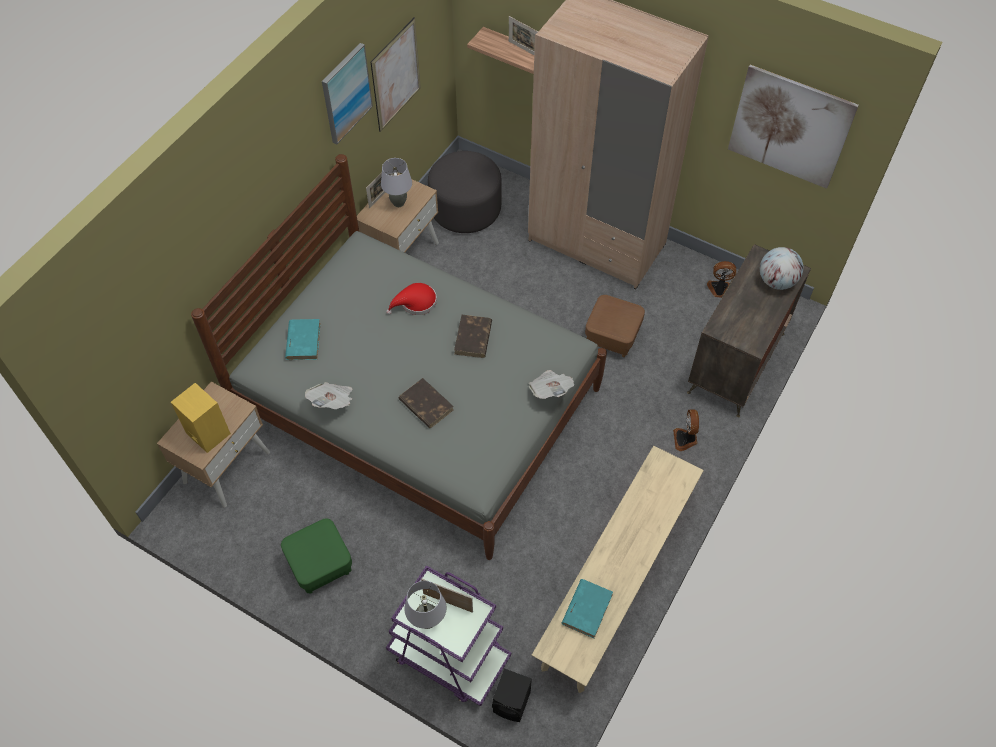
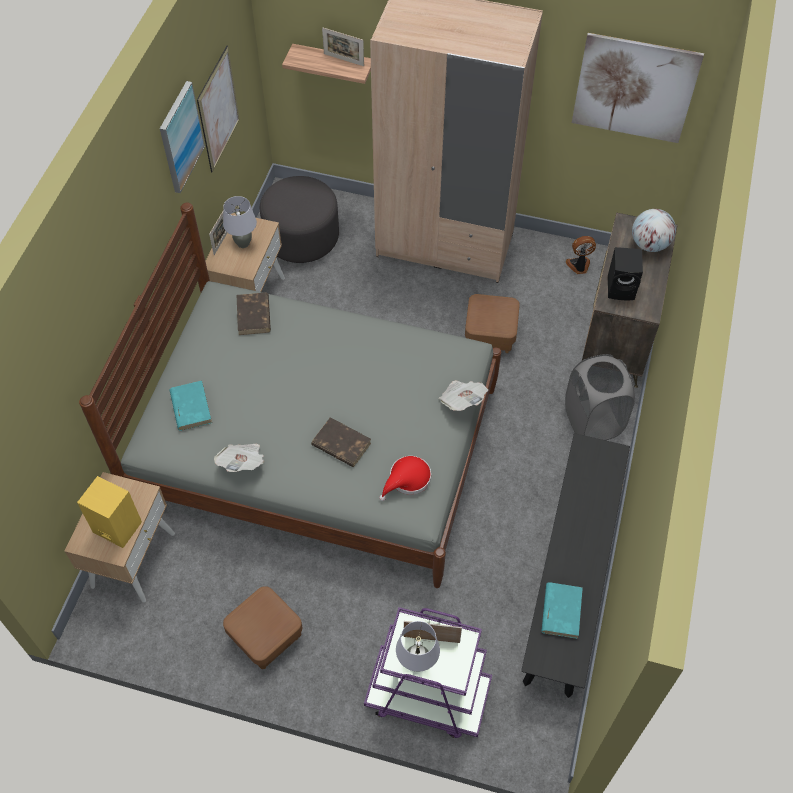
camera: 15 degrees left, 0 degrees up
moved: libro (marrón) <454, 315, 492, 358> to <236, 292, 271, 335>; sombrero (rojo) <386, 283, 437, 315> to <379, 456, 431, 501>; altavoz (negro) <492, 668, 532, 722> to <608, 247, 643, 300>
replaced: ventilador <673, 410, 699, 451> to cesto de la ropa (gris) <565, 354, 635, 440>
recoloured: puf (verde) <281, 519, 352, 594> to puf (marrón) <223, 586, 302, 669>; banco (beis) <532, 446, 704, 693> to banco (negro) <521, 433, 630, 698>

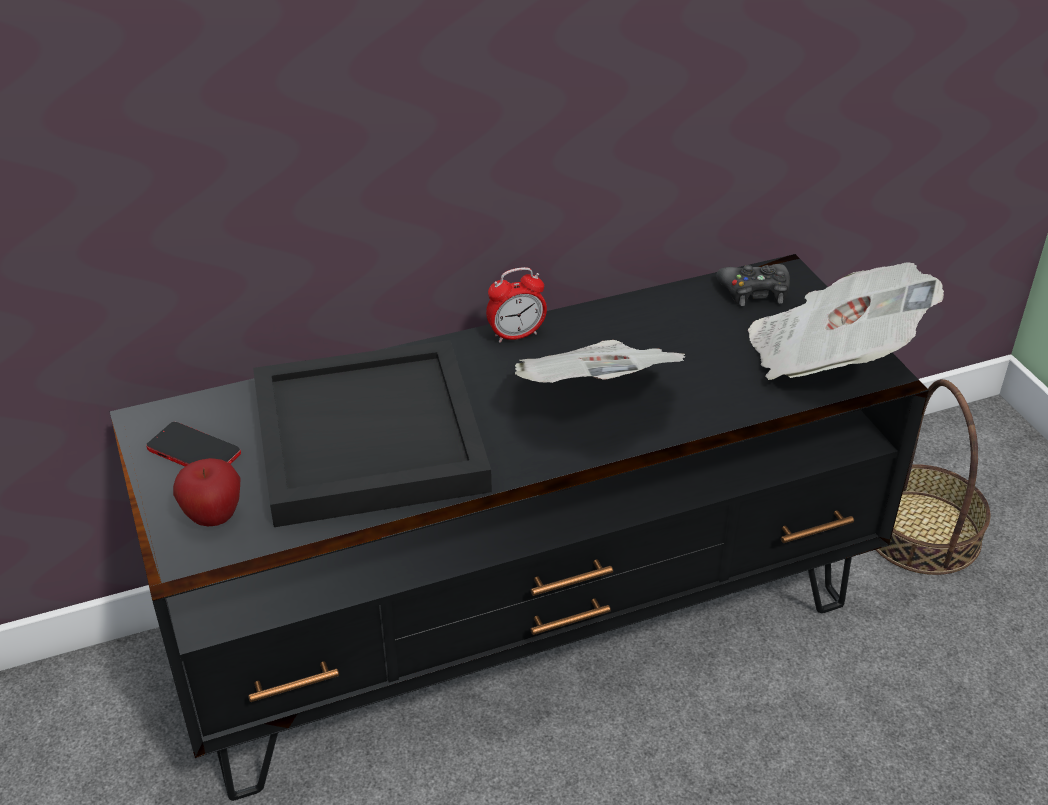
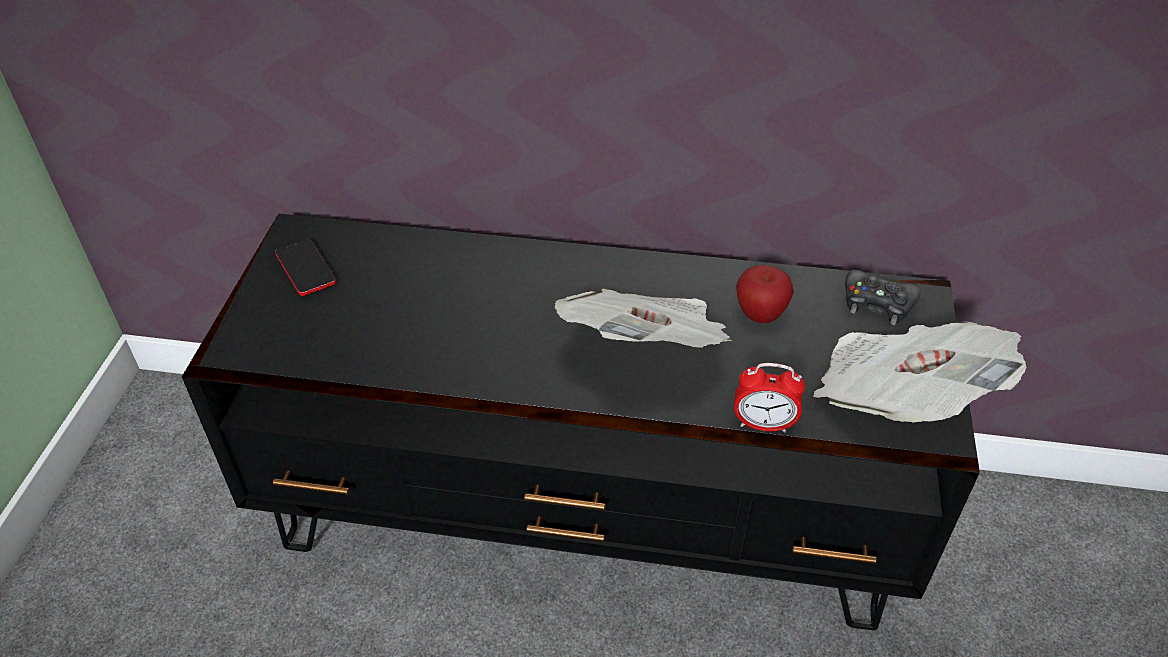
camera: 30 degrees right, 5 degrees up
removed: bandeja (negro) <253, 340, 492, 527>; cesta <876, 379, 991, 575>
moved: despertador <486, 267, 547, 343> to <734, 363, 805, 433>; manzana <173, 458, 241, 526> to <736, 265, 794, 323>

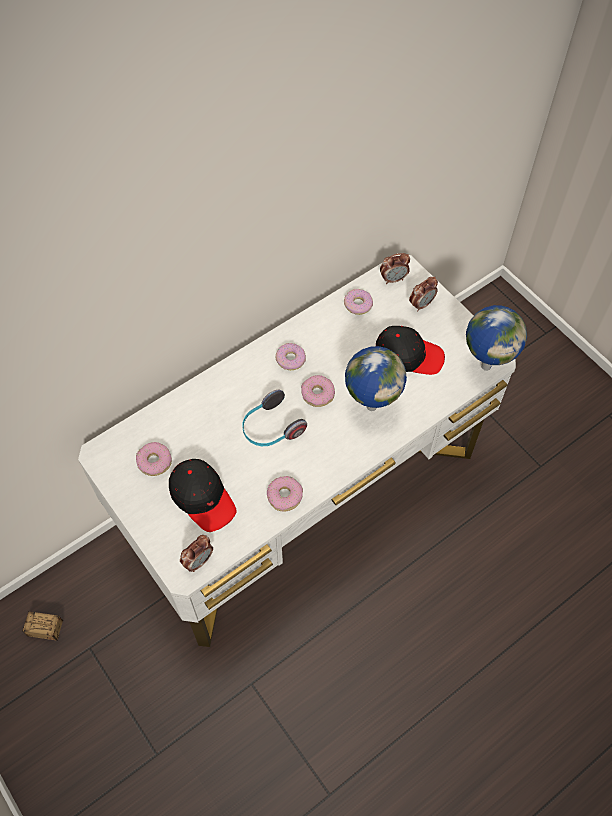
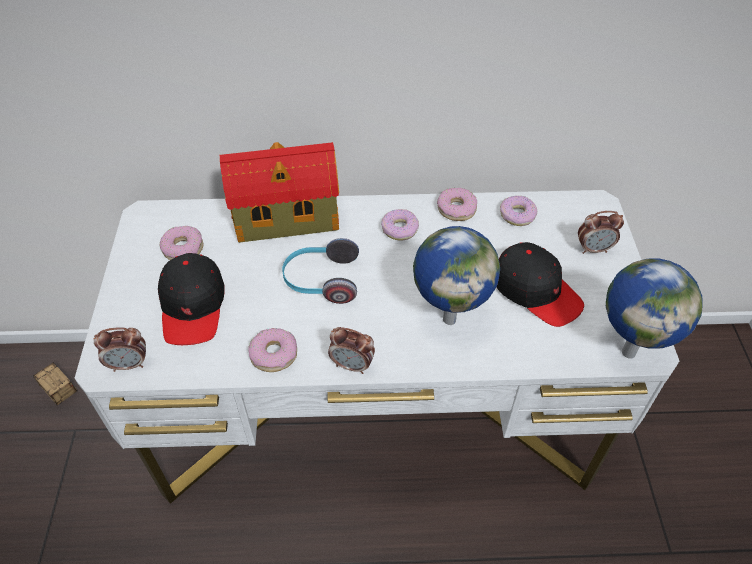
camera: 35 degrees right, 10 degrees down
added: casita <220, 142, 339, 243>
moved: despertador <380, 253, 410, 284> to <328, 327, 375, 374>; rosquilla <301, 375, 335, 407> to <437, 188, 477, 221>

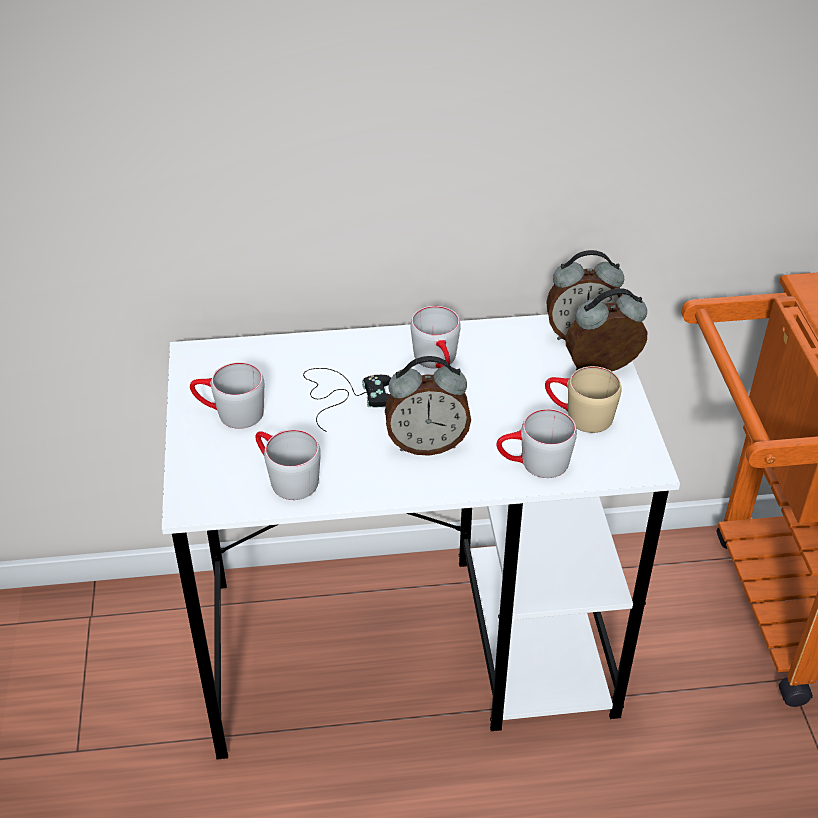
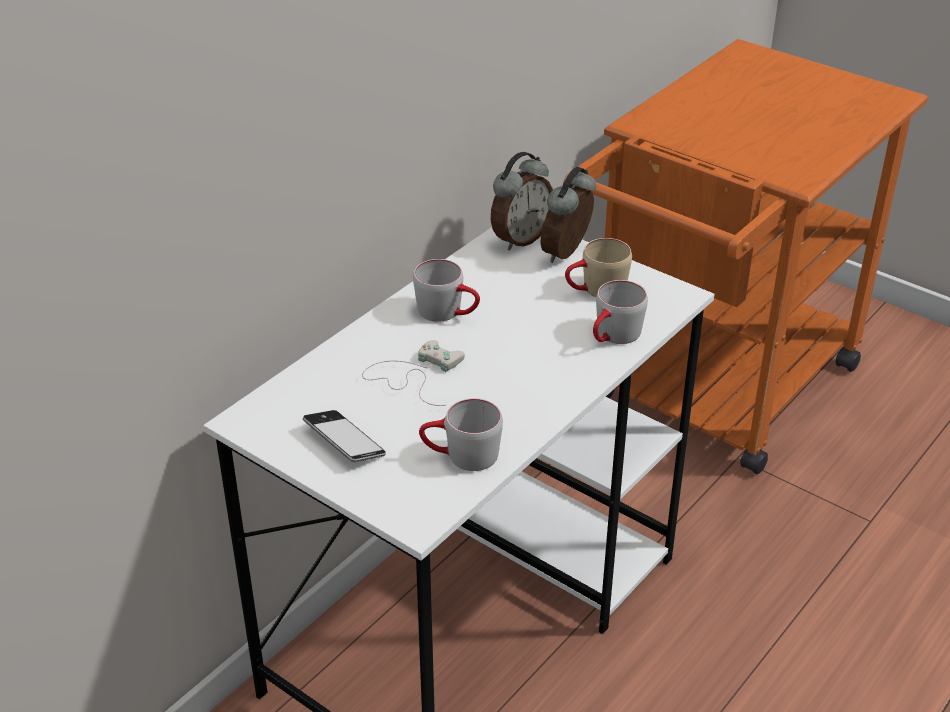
camera: 45 degrees left, 5 degrees down
removed: despertador <385, 356, 471, 456>
replaced: taza grande (gris) <190, 362, 264, 429> to móvil <303, 410, 386, 462>
recoloured: mando de consola (negro) <303, 368, 391, 432> to mando de consola (blanco) <362, 340, 465, 406>

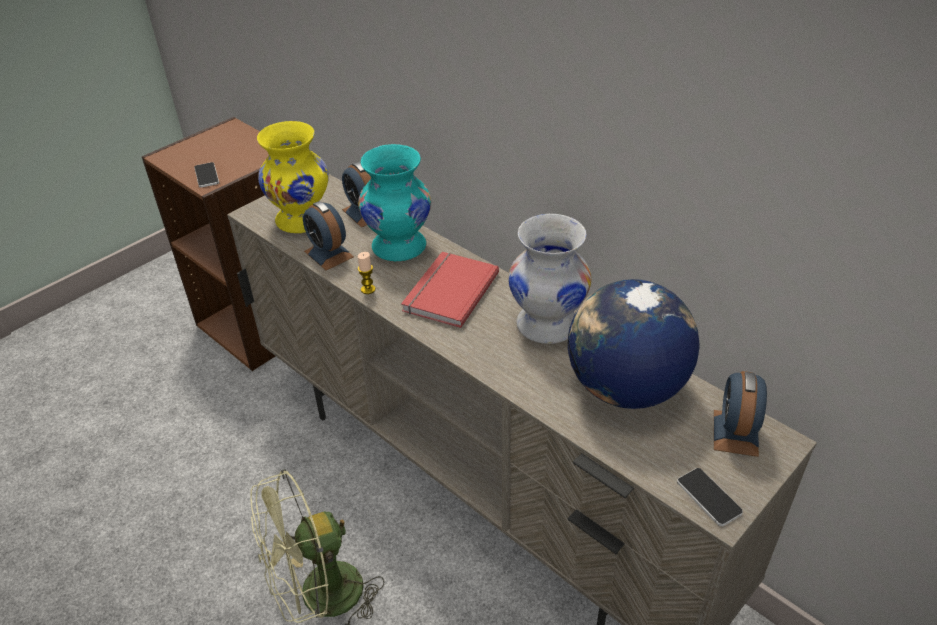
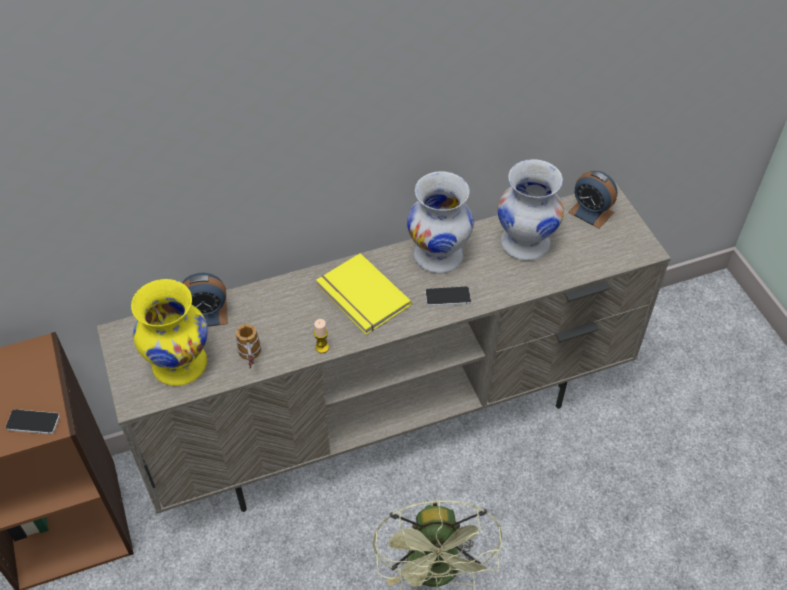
camera: 65 degrees left, 10 degrees up
removed: florero (turquesa) <358, 144, 431, 261>
moved: móvil <677, 468, 743, 526> to <425, 286, 471, 306>
replaced: despertador <303, 201, 354, 270> to taza grande <235, 324, 261, 368>; globo terráqueo <568, 279, 700, 409> to florero (blanco) <497, 159, 564, 261>
recoloured: libro (rojo) <401, 252, 499, 328> to libro (amarillo) <316, 253, 411, 335>

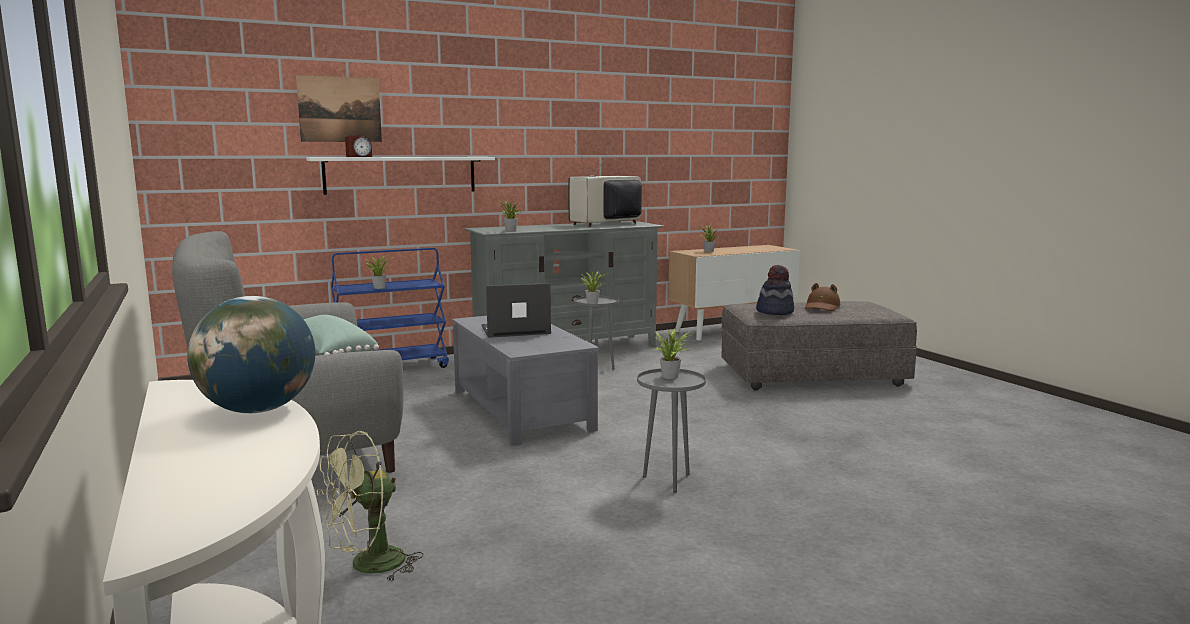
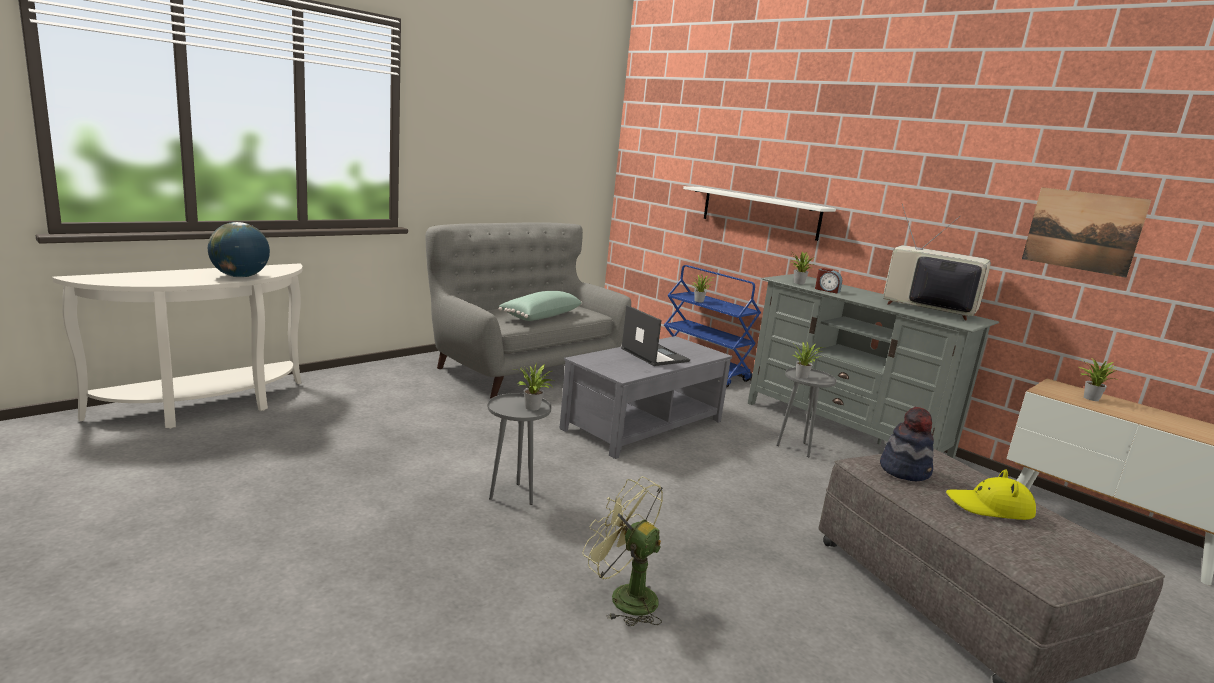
camera: 70 degrees right, 5 degrees up
moved: ventilador (verde) <317, 431, 424, 582> to <583, 476, 663, 626>; despertador <345, 135, 372, 157> to <815, 268, 842, 294>; cuadro <296, 75, 382, 142> to <1022, 187, 1151, 278>
recoloured: sombrero (marrón) <805, 283, 840, 311> to sombrero (amarillo) <946, 469, 1036, 520>

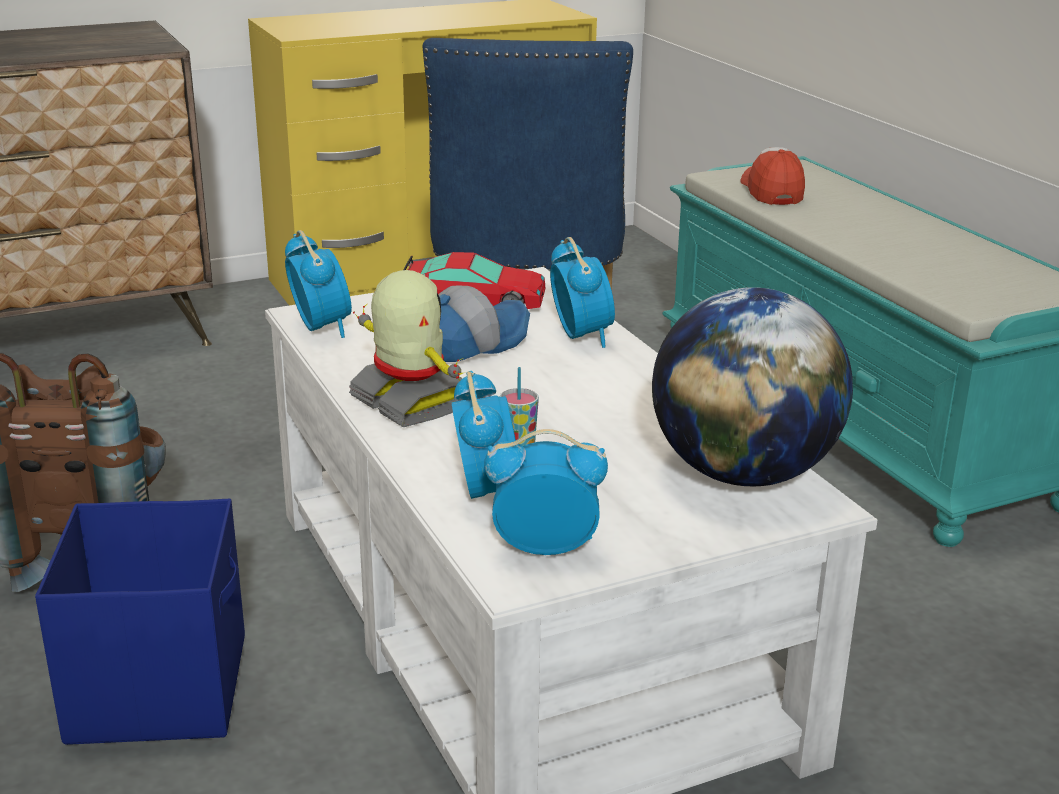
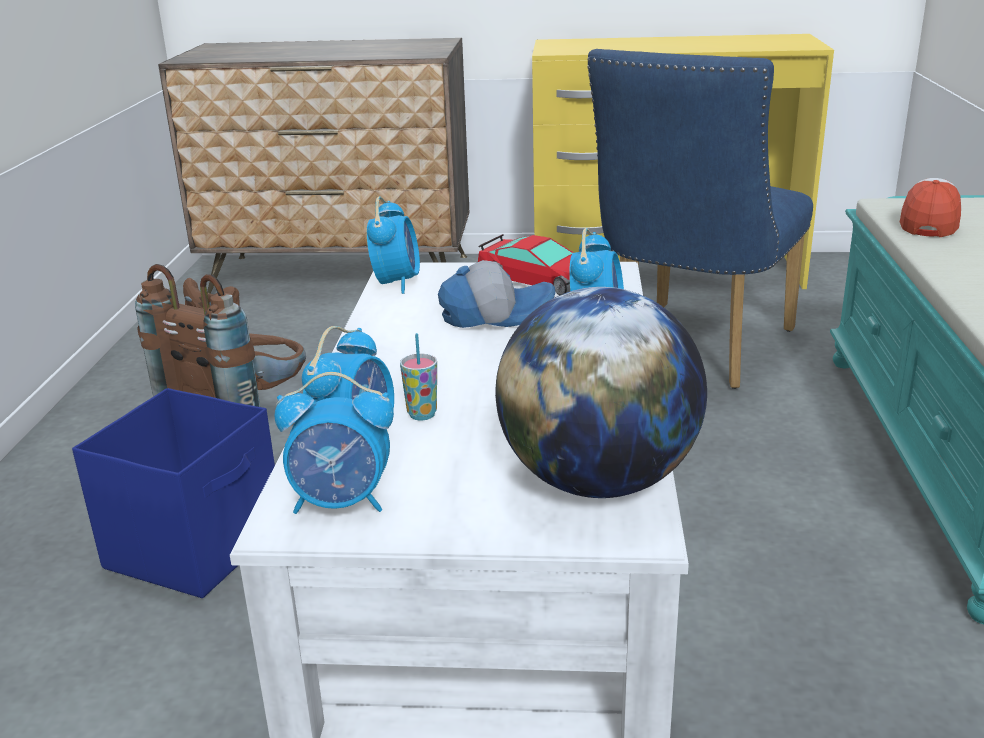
camera: 30 degrees right, 0 degrees up
removed: robot de juguete <349, 270, 463, 427>
turned: despertador <484, 429, 608, 555> = <274, 372, 394, 514> 150 degrees clockwise

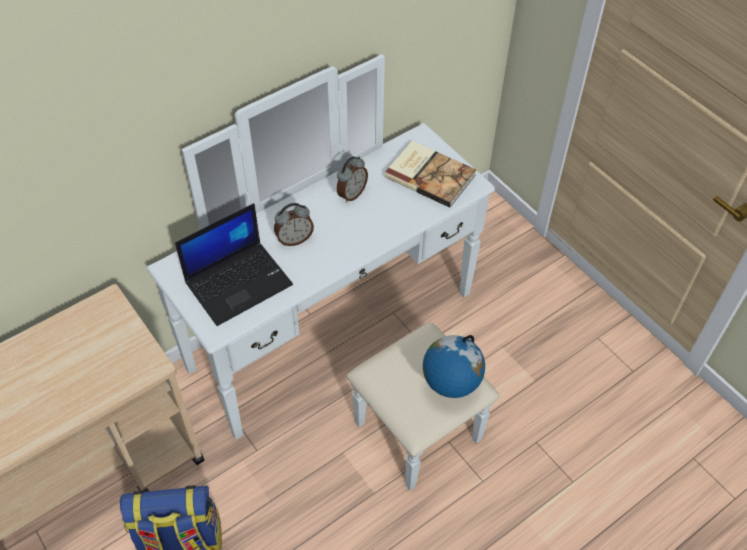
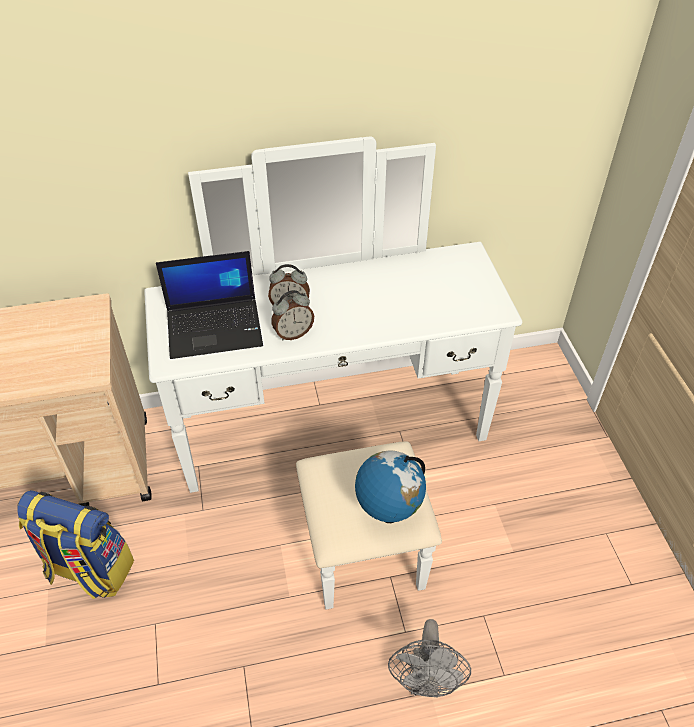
camera: 25 degrees right, 5 degrees down
removed: libro <384, 141, 476, 208>
added: ventilador (gris) <388, 619, 471, 698>
moved: despertador <337, 156, 368, 203> to <271, 290, 314, 340>

